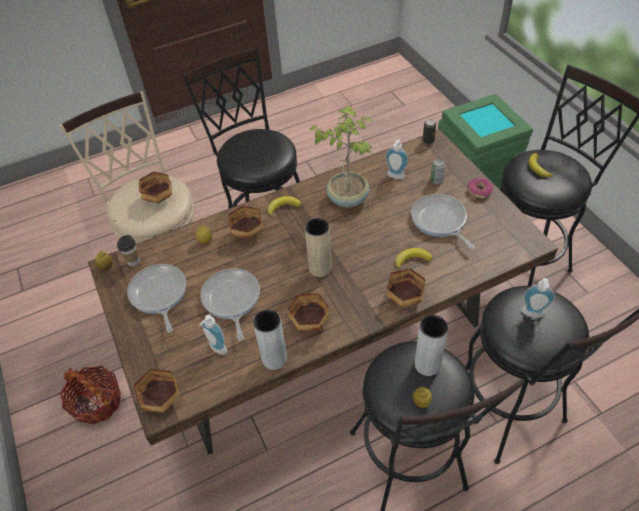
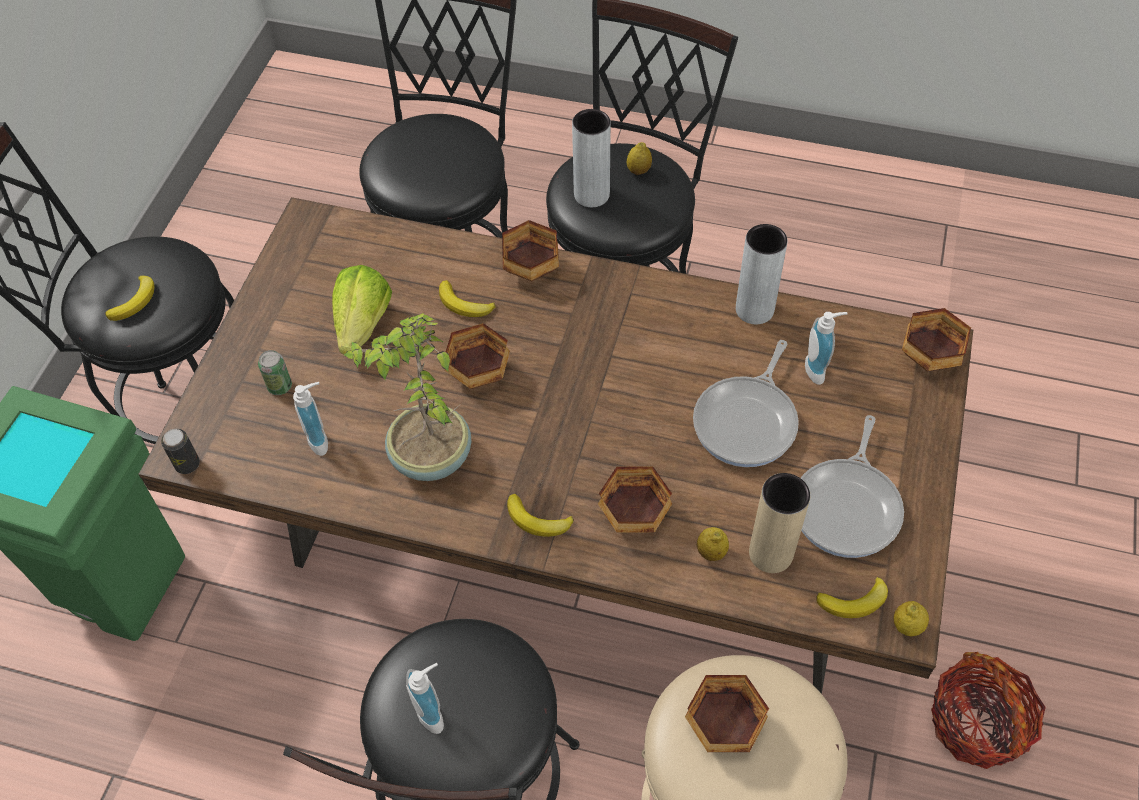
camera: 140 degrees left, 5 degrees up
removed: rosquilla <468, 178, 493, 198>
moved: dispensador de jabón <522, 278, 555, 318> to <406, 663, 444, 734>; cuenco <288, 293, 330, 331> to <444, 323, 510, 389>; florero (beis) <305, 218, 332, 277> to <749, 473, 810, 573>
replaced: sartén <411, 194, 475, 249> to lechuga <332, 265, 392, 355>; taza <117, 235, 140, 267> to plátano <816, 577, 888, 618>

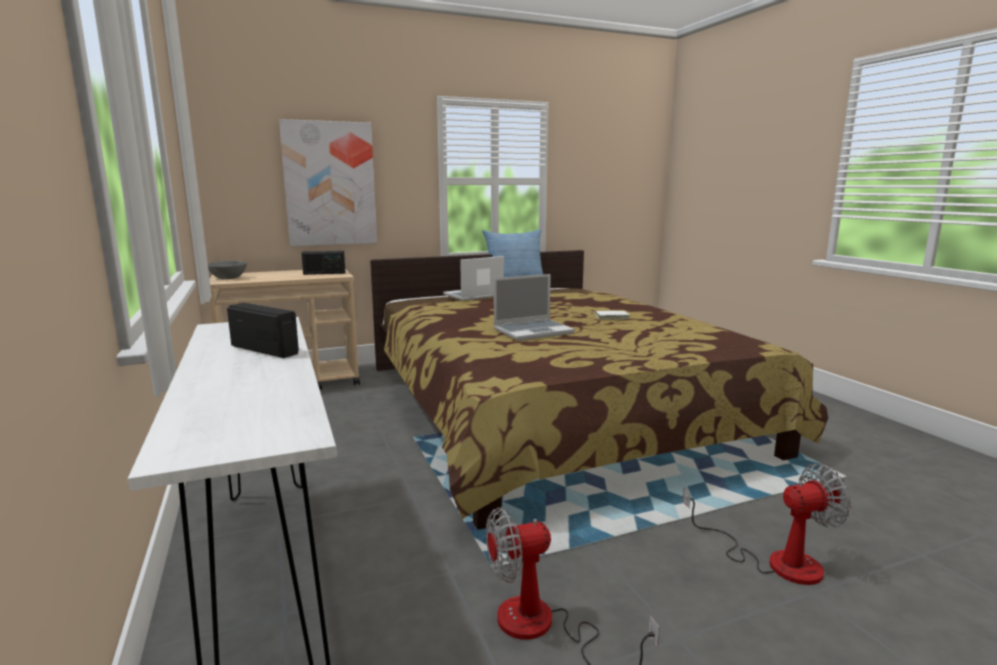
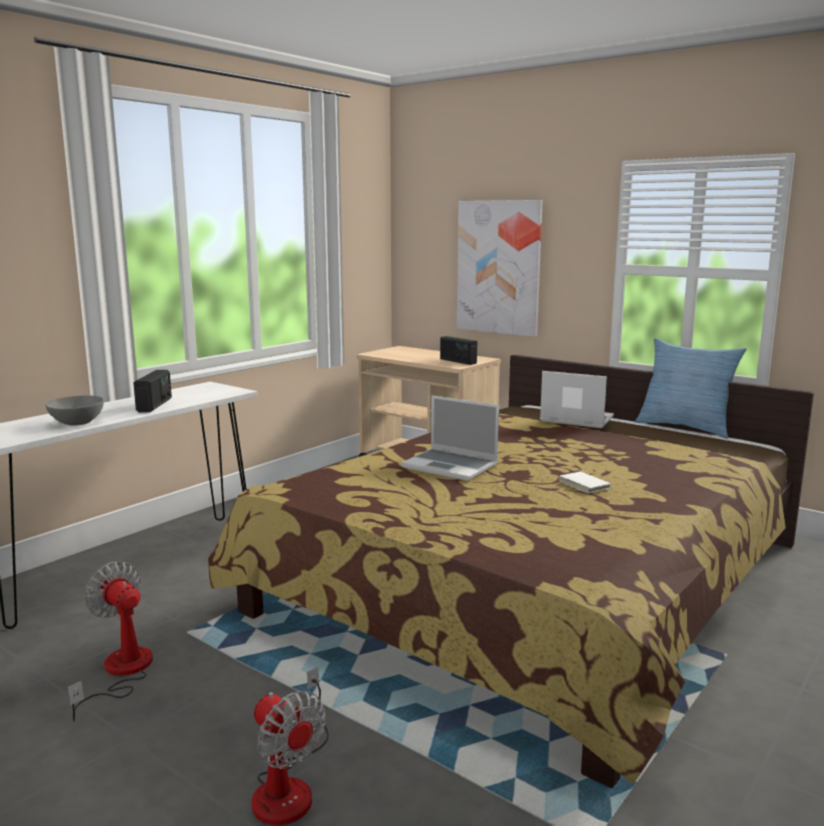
camera: 60 degrees right, 0 degrees up
moved: cuenco (gris) <208, 261, 247, 279> to <45, 395, 104, 425>

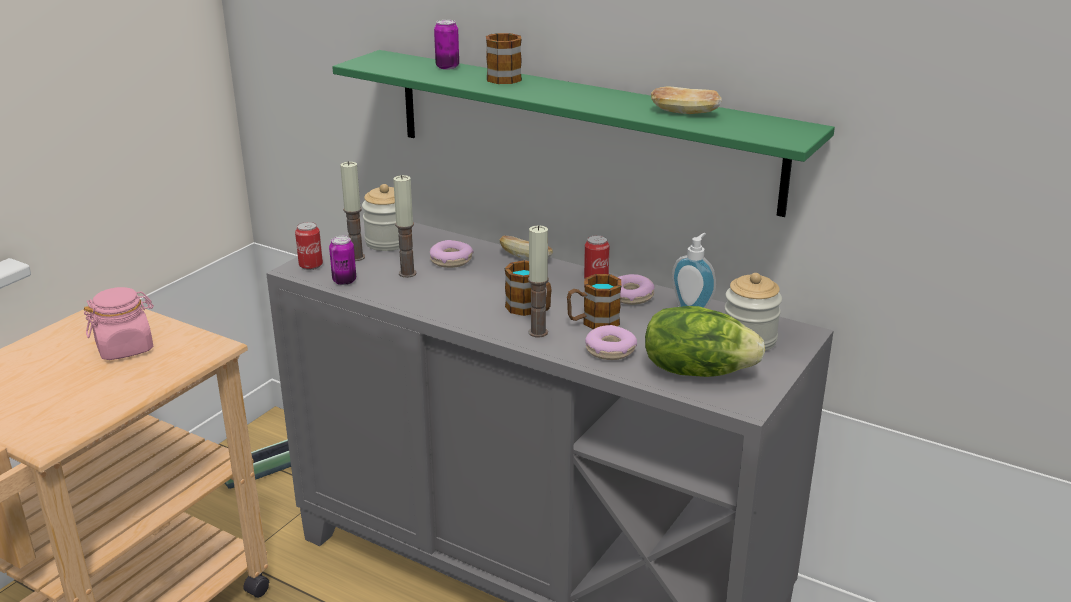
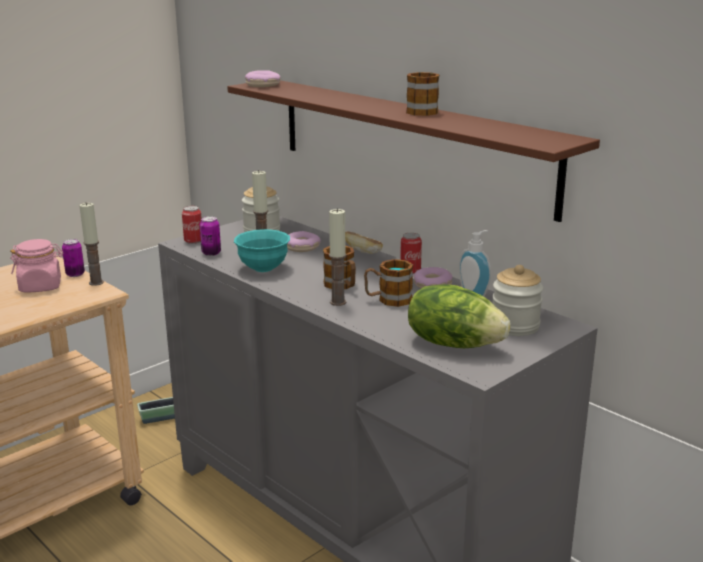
camera: 15 degrees right, 5 degrees down
removed: pan <651, 87, 722, 114>
added: cuenco (turquesa) <234, 229, 290, 272>
moved: lata <434, 20, 459, 70> to <62, 239, 85, 277>; vela <340, 161, 365, 261> to <79, 203, 104, 286>; rosquilla <585, 325, 637, 360> to <245, 70, 281, 87>; taza grande <486, 33, 522, 84> to <406, 72, 440, 116>
recoloured: estante (verde) <332, 50, 835, 217> to estante (marrón) <227, 80, 600, 222>

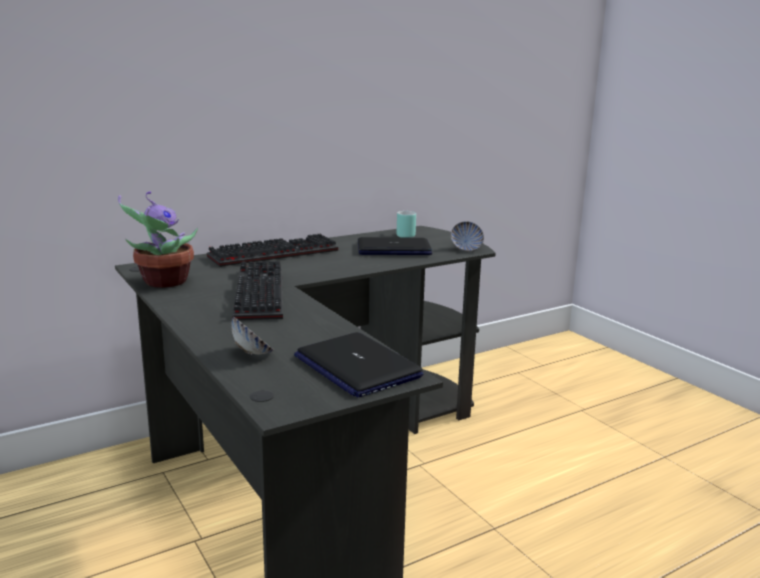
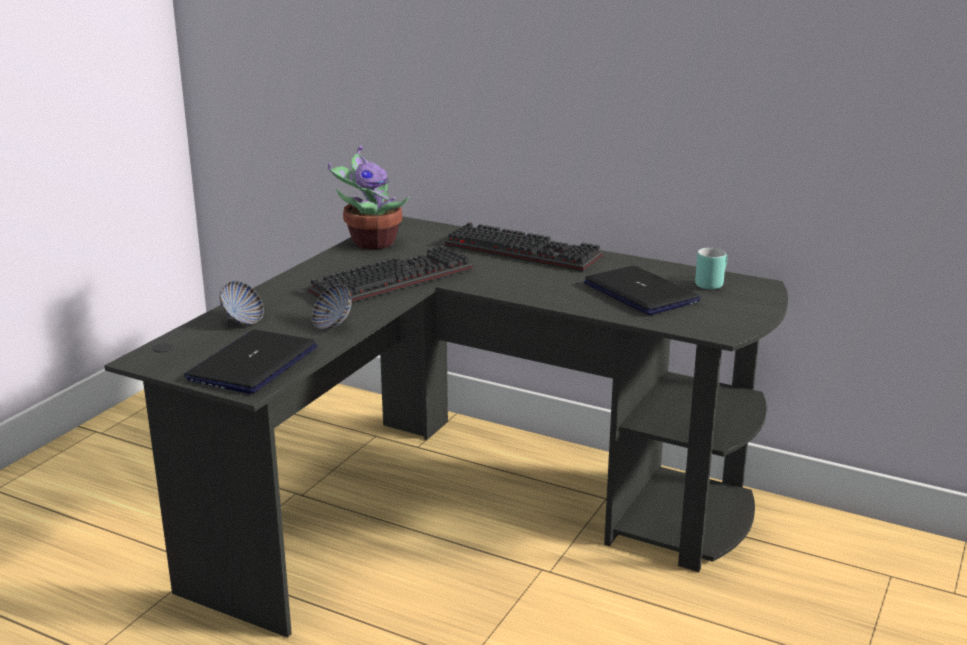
camera: 60 degrees right, 5 degrees up
moved: cuenco <451, 221, 484, 252> to <312, 284, 351, 330>

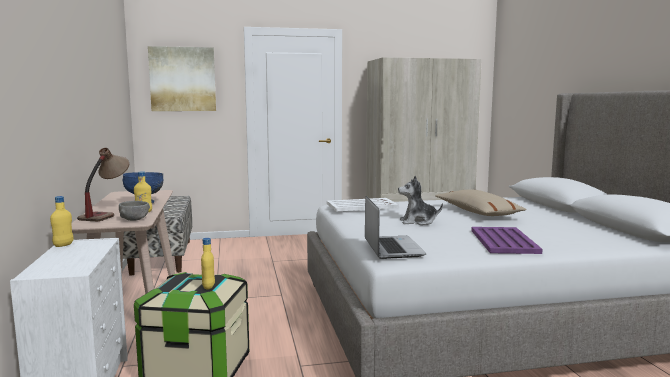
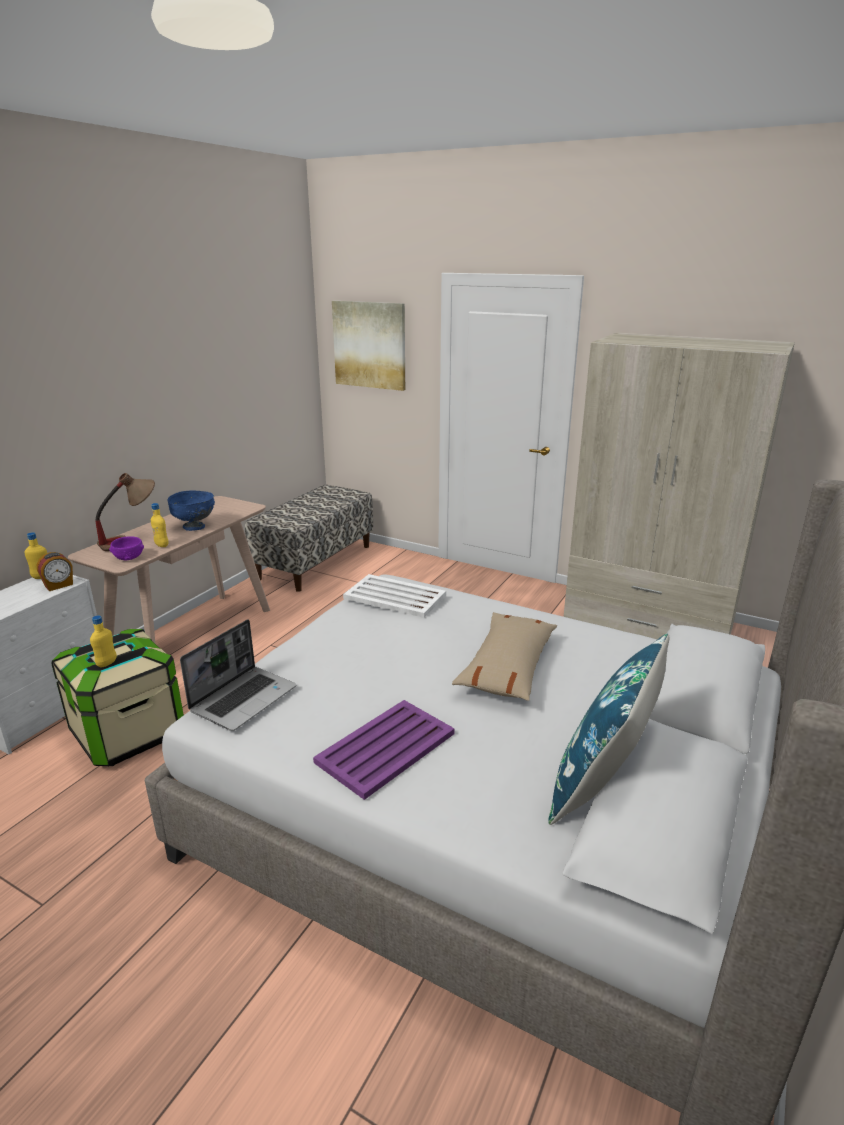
camera: 40 degrees right, 15 degrees up
removed: peluche <398, 176, 443, 225>
added: despertador <37, 552, 73, 591>; cojín (azul) <548, 634, 669, 825>
recoloured: cuenco (gris) <119, 201, 150, 221> to cuenco (morado) <109, 536, 144, 560>

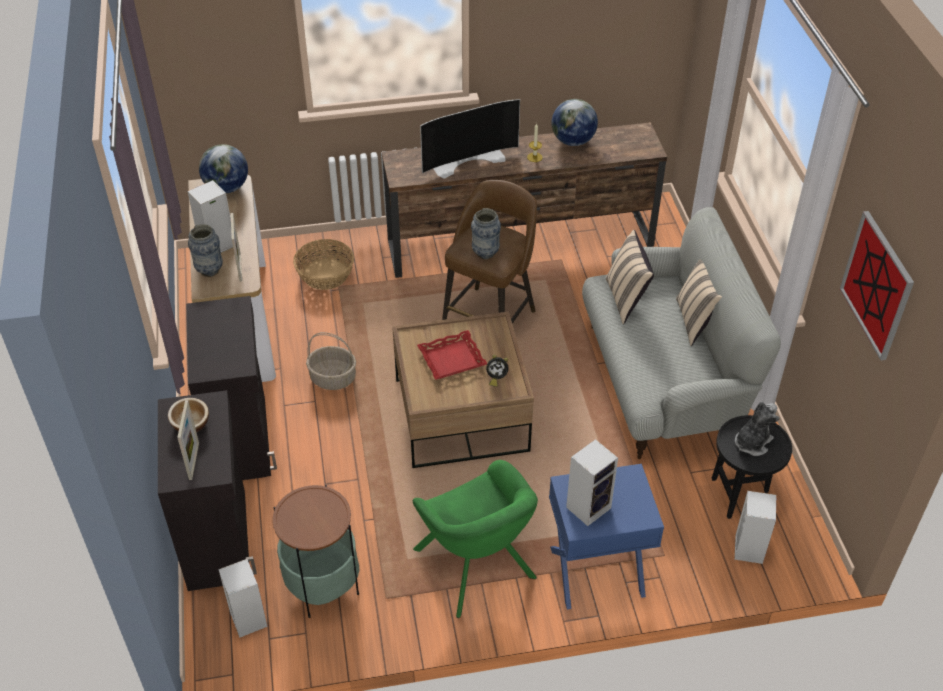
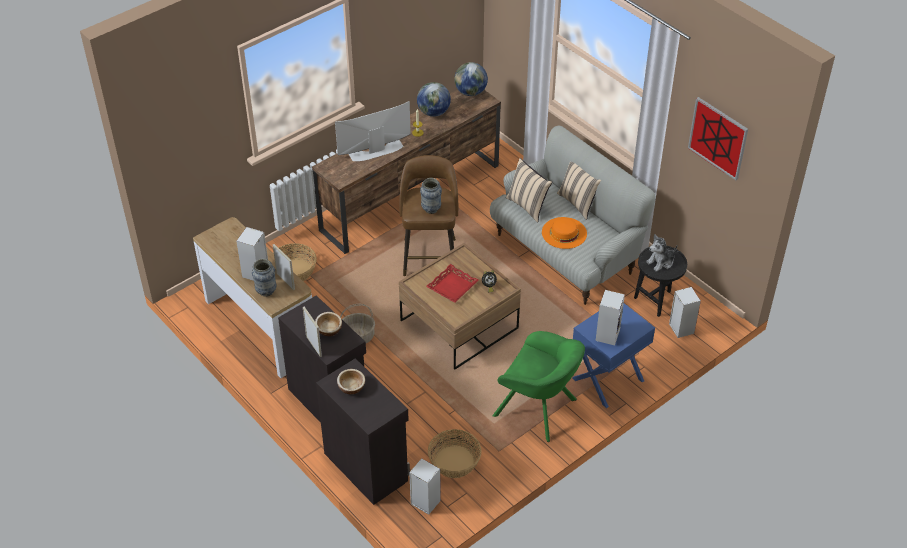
camera: 30 degrees left, 0 degrees up
added: cuenco <315, 312, 342, 336>; sombrero (naranja) <542, 217, 587, 249>
moved: portarretratos <177, 400, 199, 480> to <303, 307, 322, 357>; globo terráqueo <199, 144, 248, 193> to <454, 62, 488, 96>
replaced: mesa auxiliar <272, 485, 359, 618> to cesta <428, 429, 482, 478>
turned: televisor <420, 99, 520, 179> = <335, 101, 411, 161> 150 degrees counterclockwise; peluche <735, 401, 780, 456> = <646, 234, 678, 272> 135 degrees counterclockwise

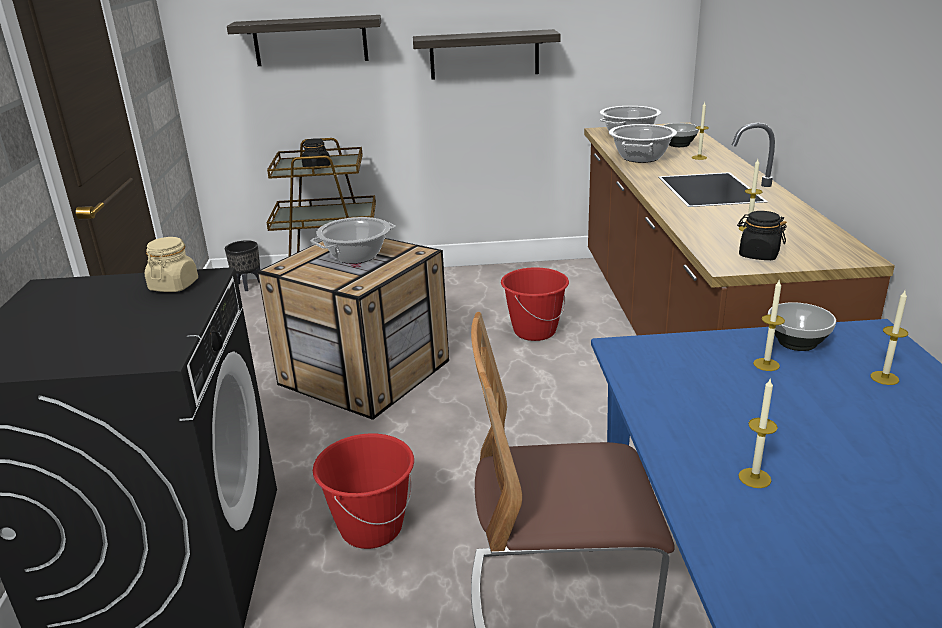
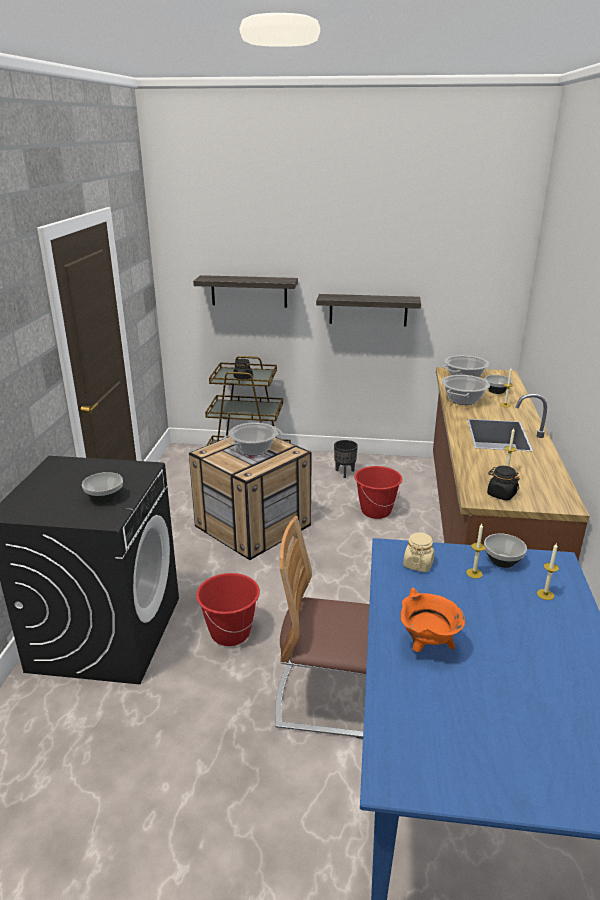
camera: 10 degrees right, 0 degrees up
added: cuenco <82, 472, 123, 503>
moved: maceta (negro) <225, 240, 260, 291> to <334, 440, 358, 478>; tarro (beis) <145, 237, 198, 292> to <403, 532, 435, 572>
replaced: vela <738, 379, 778, 488> to olla (naranja) <401, 588, 465, 652>

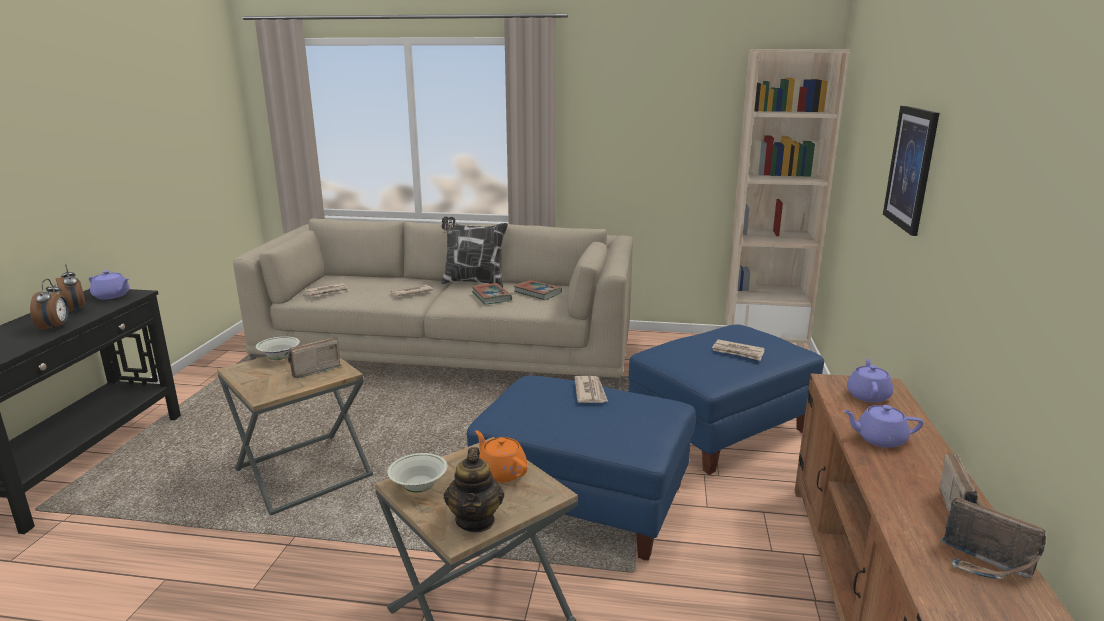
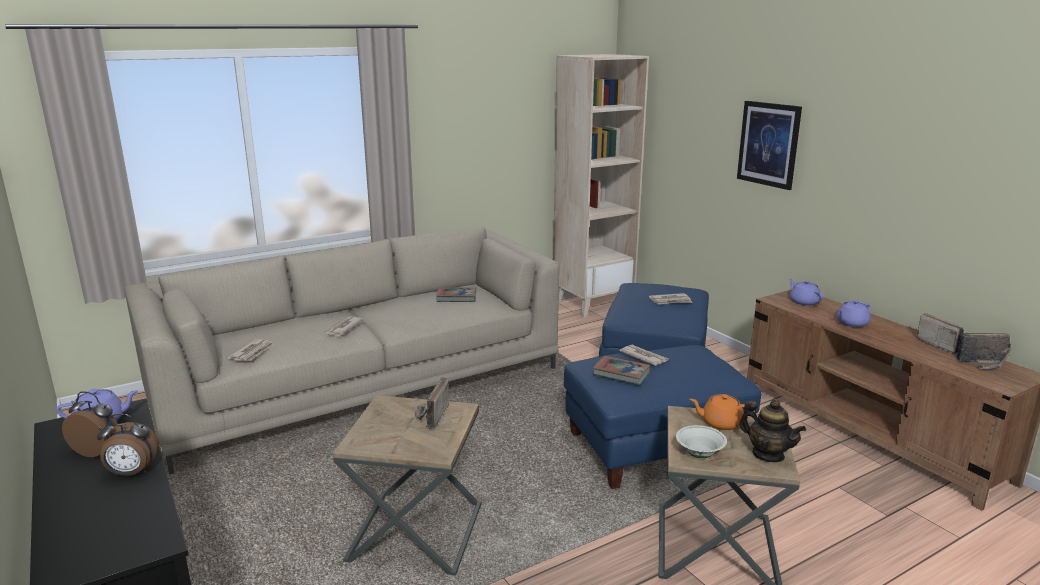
camera: 40 degrees left, 0 degrees up
removed: cuenco (blanco) <256, 336, 300, 360>; cojín <441, 217, 508, 287>
moved: libro <471, 283, 512, 304> to <593, 356, 651, 385>
turned: despertador <30, 279, 69, 331> = <97, 414, 159, 476> 135 degrees clockwise

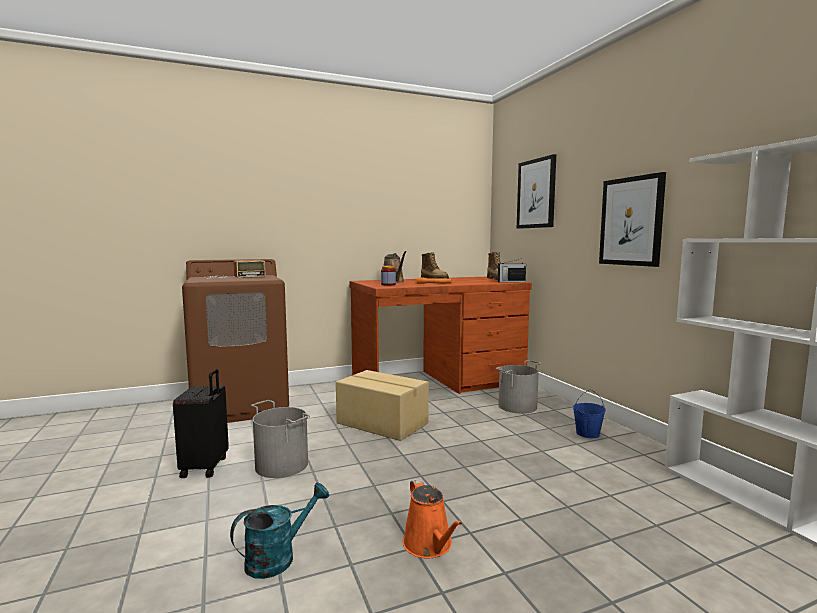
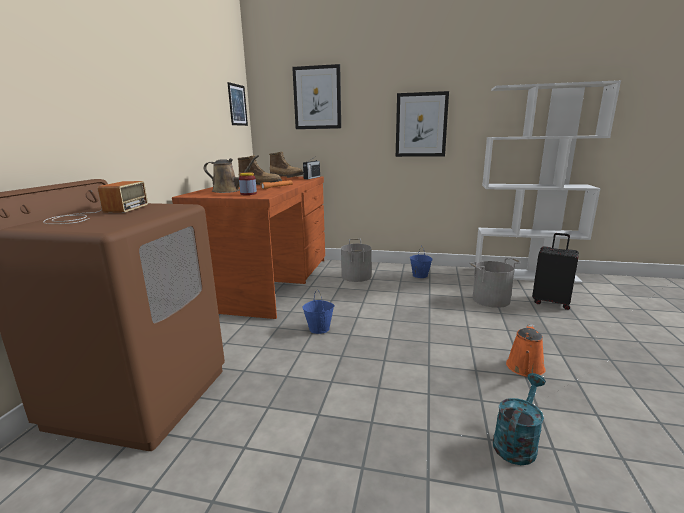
camera: 55 degrees left, 10 degrees up
added: cuadro <227, 82, 248, 126>
moved: cubo (gris) <251, 400, 310, 478> to <469, 258, 521, 308>; maleta (negro) <173, 369, 229, 478> to <532, 233, 579, 310>
replaced: caja de cartón <336, 370, 429, 441> to cubo (azul) <303, 290, 334, 334>
turned: regadera (turquesa) <230, 482, 329, 579> = <493, 373, 546, 465> 45 degrees clockwise; regadera (naranja) <403, 479, 462, 558> = <506, 324, 546, 377> 105 degrees clockwise

